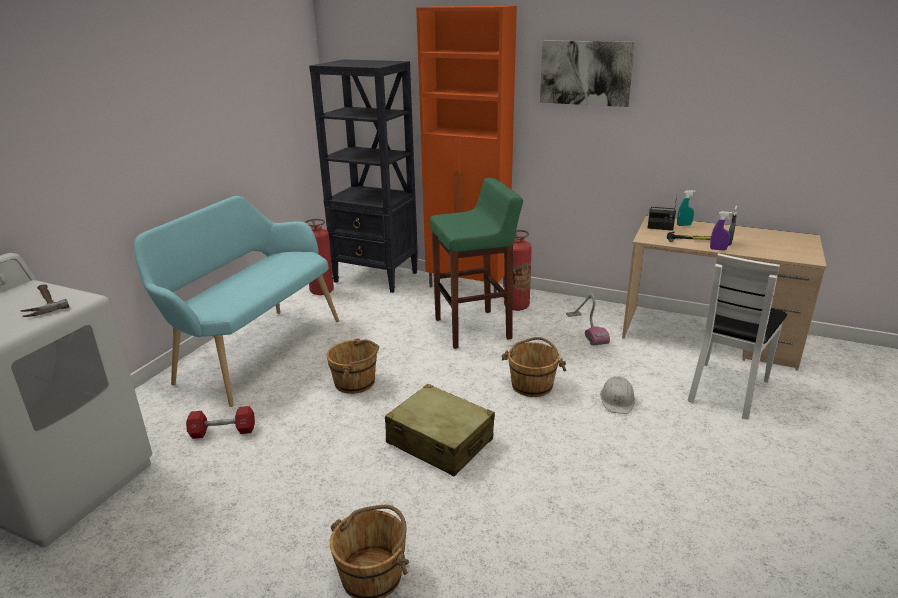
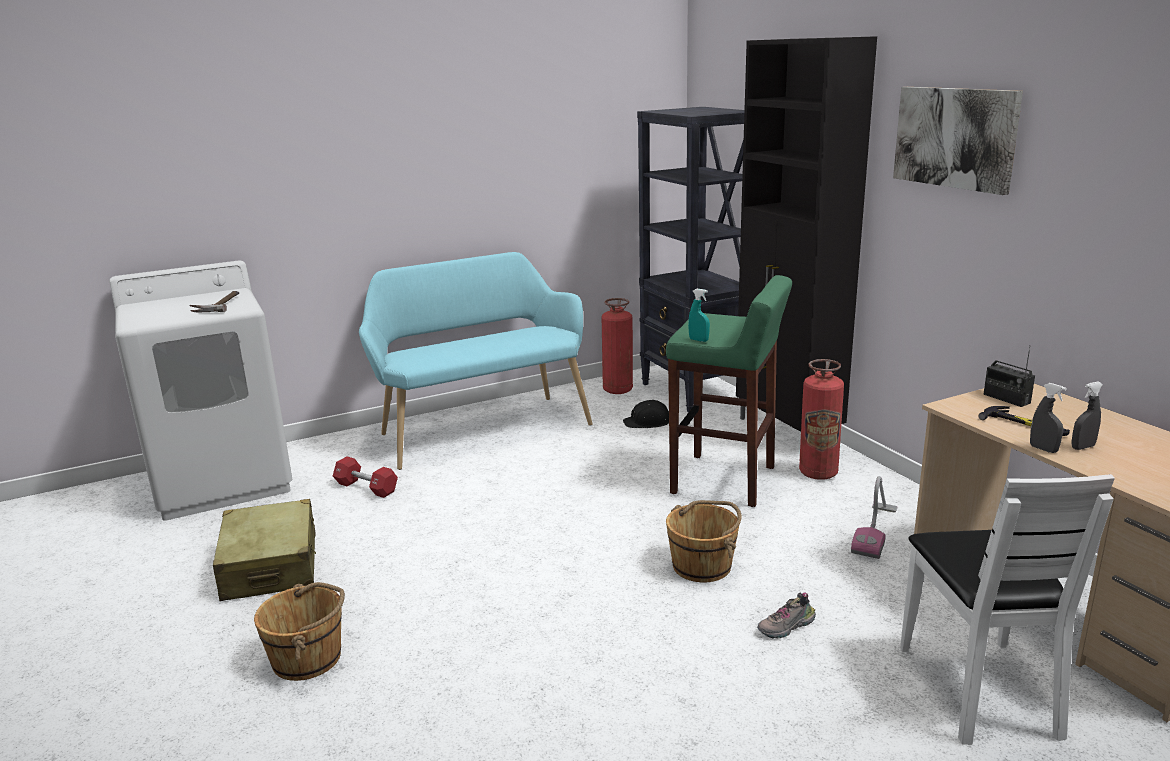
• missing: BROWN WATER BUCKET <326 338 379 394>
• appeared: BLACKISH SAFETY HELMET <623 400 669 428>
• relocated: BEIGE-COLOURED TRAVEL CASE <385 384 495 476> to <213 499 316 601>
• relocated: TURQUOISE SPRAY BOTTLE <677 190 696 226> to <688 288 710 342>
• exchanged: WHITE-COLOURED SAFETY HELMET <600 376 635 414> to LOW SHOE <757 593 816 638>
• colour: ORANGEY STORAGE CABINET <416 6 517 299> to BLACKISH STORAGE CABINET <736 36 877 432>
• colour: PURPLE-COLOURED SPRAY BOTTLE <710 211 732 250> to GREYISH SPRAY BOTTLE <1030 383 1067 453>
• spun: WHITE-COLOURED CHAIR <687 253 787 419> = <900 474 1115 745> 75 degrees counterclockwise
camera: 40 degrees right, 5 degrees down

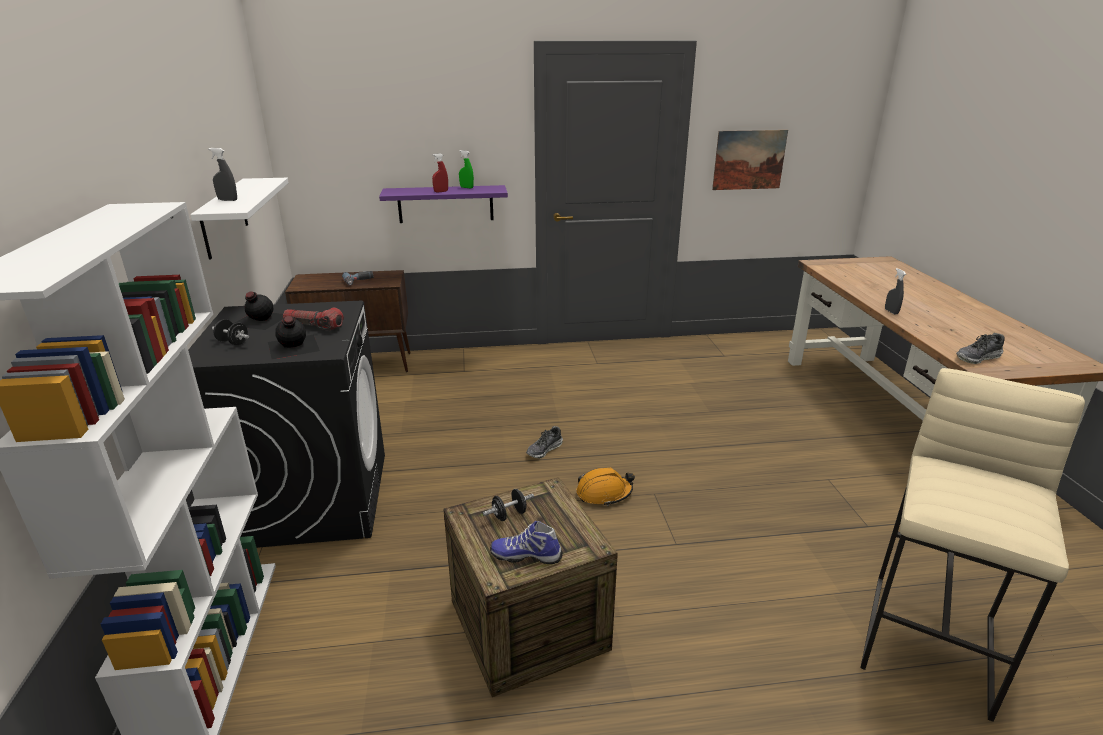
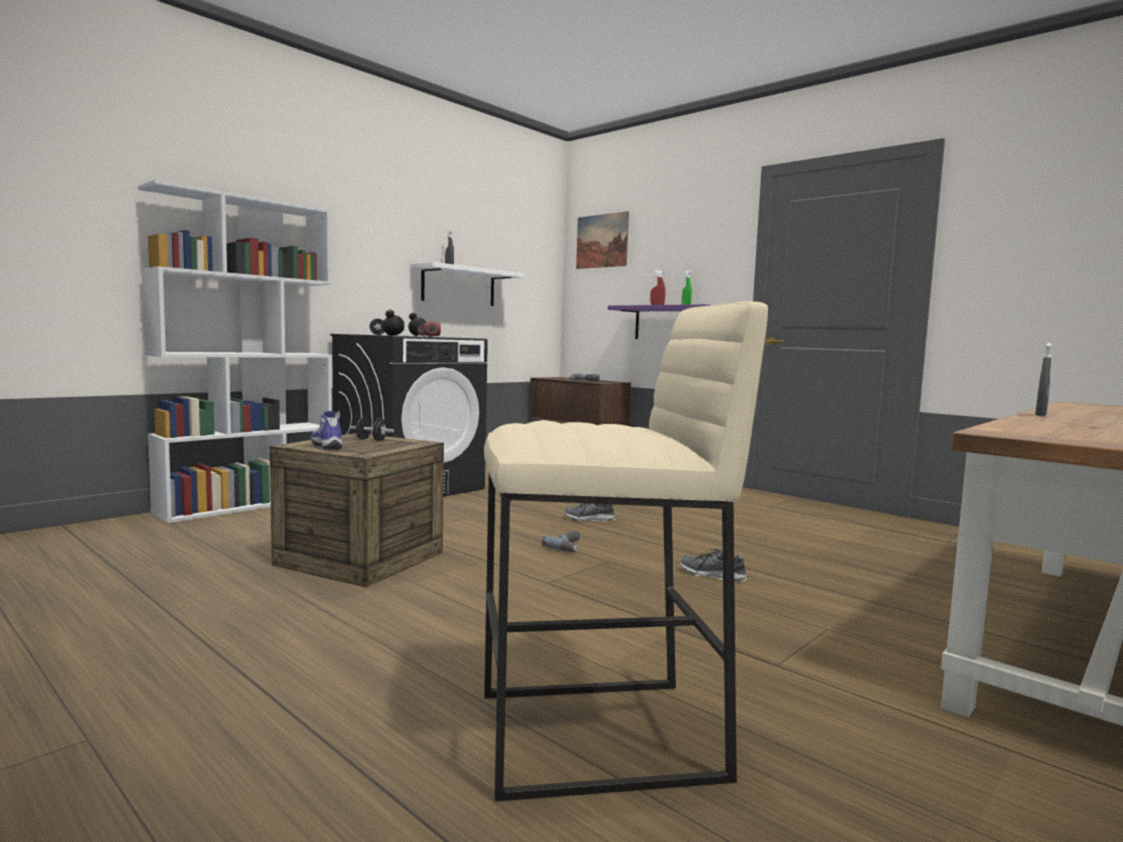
• relocated: WALL PICTURE <712 130 788 190> to <576 211 629 269>
• relocated: LOW SHOE <956 333 1005 364> to <680 549 747 582>
• exchanged: ORANGEY SAFETY HELMET <576 468 635 506> to DRILL <542 531 580 552>
camera: 50 degrees right, 20 degrees down

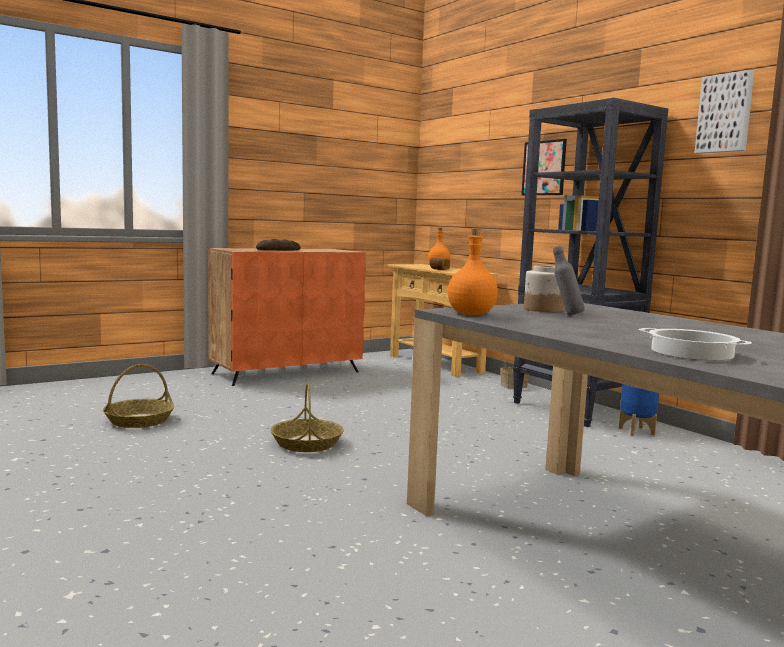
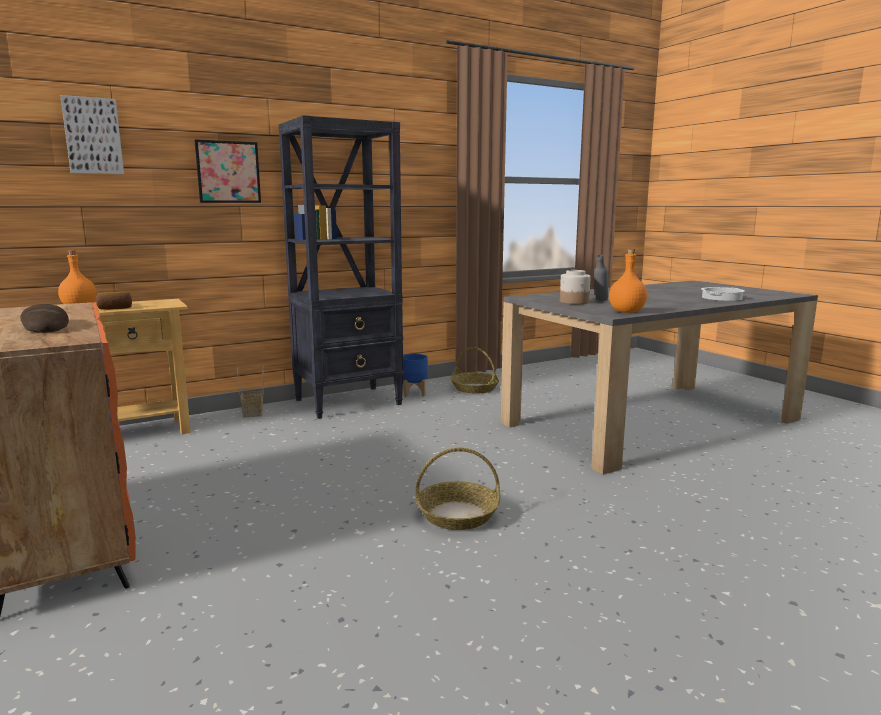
• relocated: STORAGE BASKET <103 364 174 428> to <451 347 500 394>
• relocated: WALL PICTURE <695 70 754 154> to <60 95 124 174>
camera: 85 degrees left, 5 degrees up

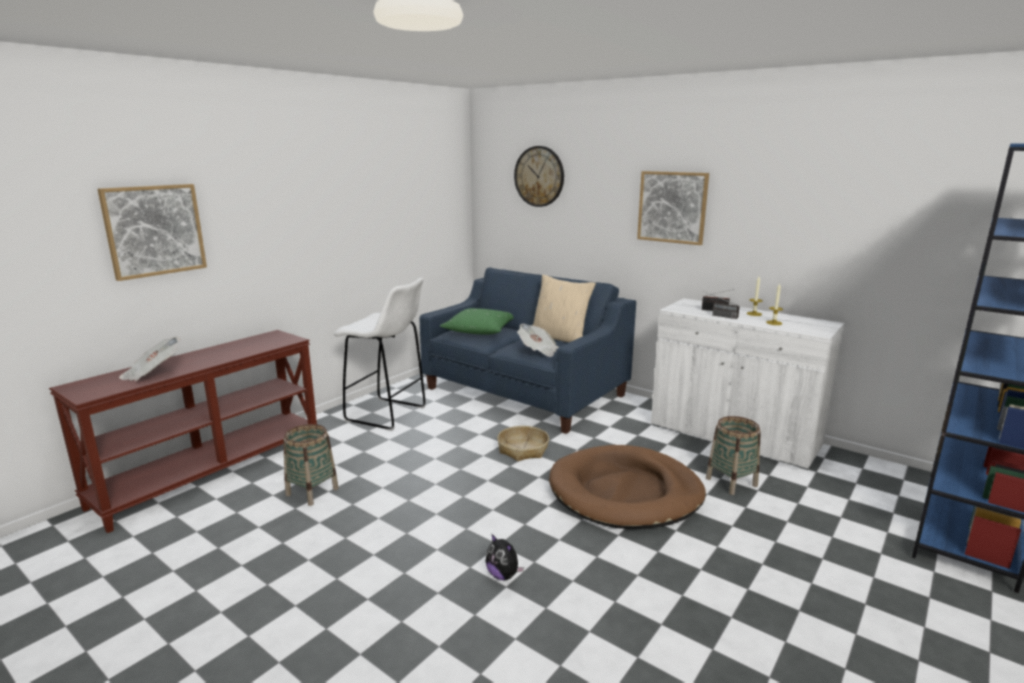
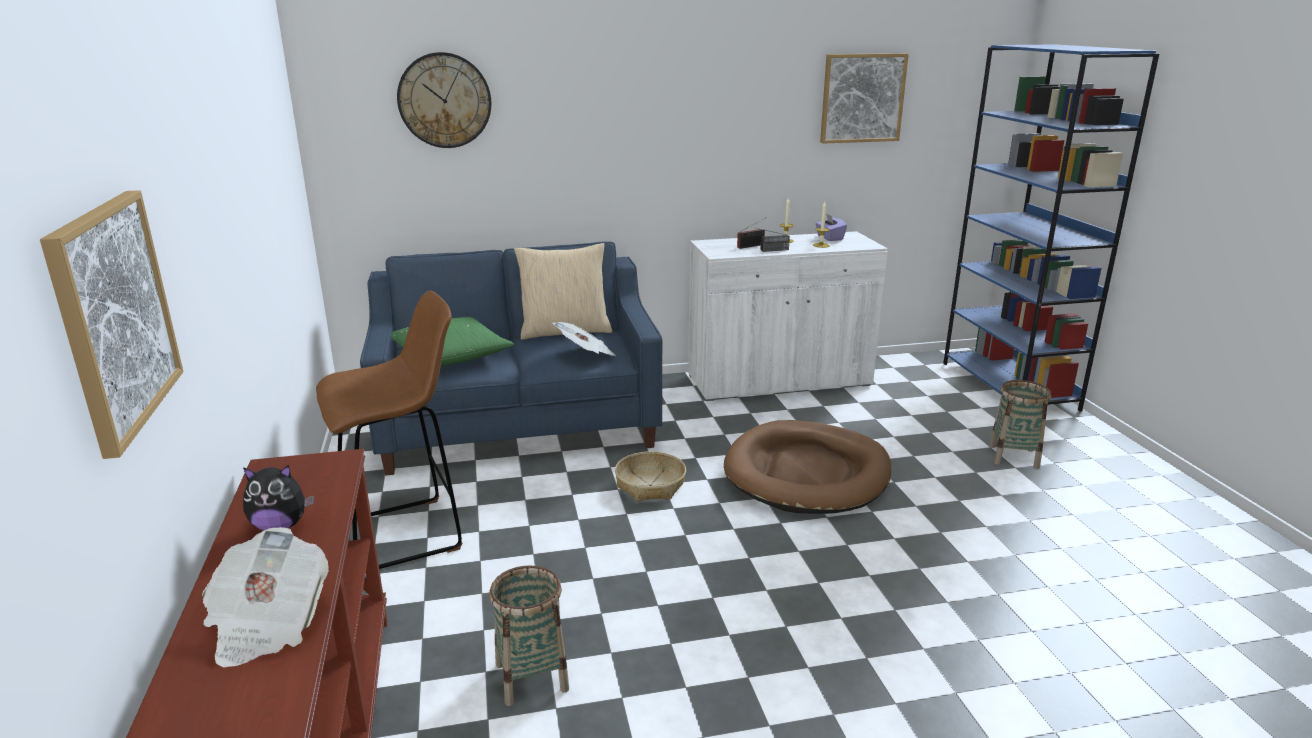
• appeared: PURPLE-COLOURED BOX OF TISSUES <816 213 847 241>
• relocated: PLUSH TOY <486 533 524 580> to <243 465 314 531>
• relocated: WALL PICTURE <637 171 709 245> to <820 53 909 144>
• relocated: STORAGE BASKET <706 416 761 495> to <989 380 1051 469>
• colour: WHITE-COLOURED STOOL SEAT <334 277 426 431> to BROWN STOOL SEAT <316 290 462 569>
camera: 50 degrees left, 5 degrees up

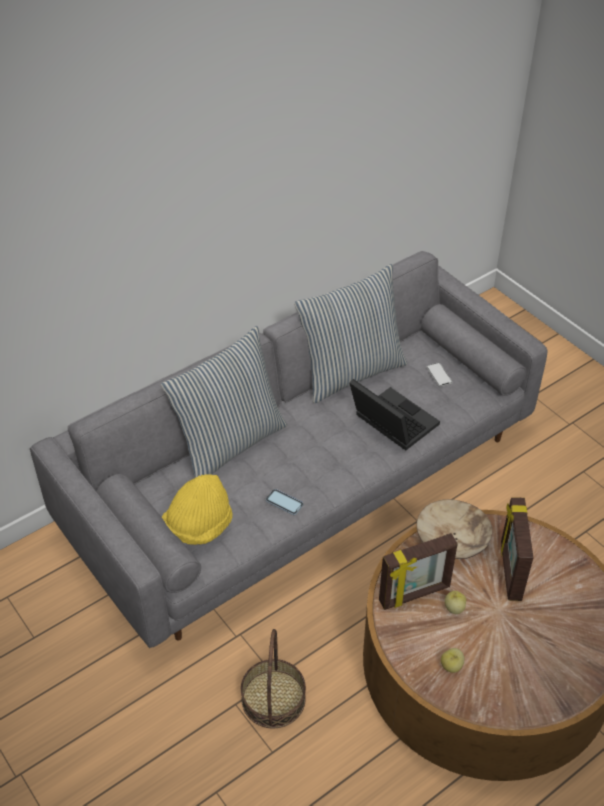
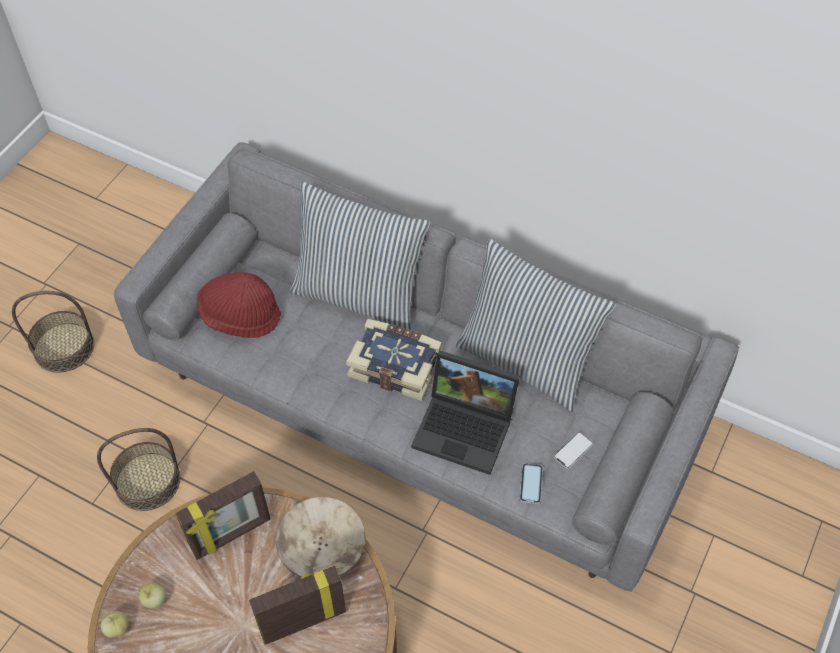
• appeared: STORAGE BASKET <12 291 94 373>
• appeared: BOOK <346 319 443 401>
• relocated: HANDSET <266 489 303 515> to <519 463 543 504>
• relocated: WHOLE APPLE <445 591 466 614> to <101 611 129 638>
• colour: YELLOW-COLOURED WEARABLE HAT <162 474 233 545> to RED-COLOURED WEARABLE HAT <197 272 281 338>
• spun: NOTEBOOK COMPUTER <349 379 440 450> = <411 350 520 475> 90 degrees clockwise
• spun: STANDING FRAME <379 533 458 610> = <175 471 271 560> 75 degrees counterclockwise
camera: 65 degrees right, 10 degrees up

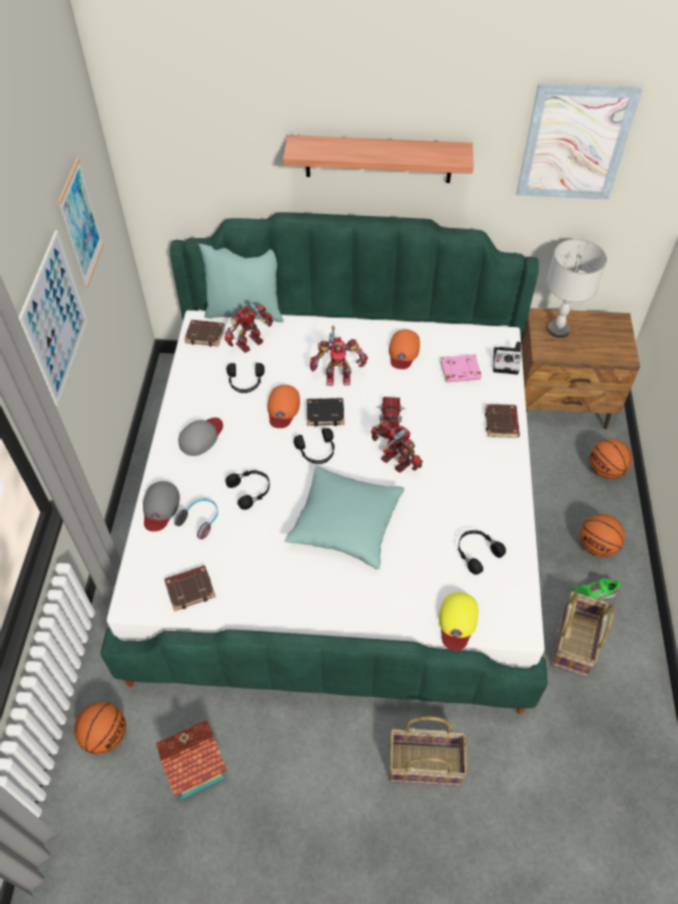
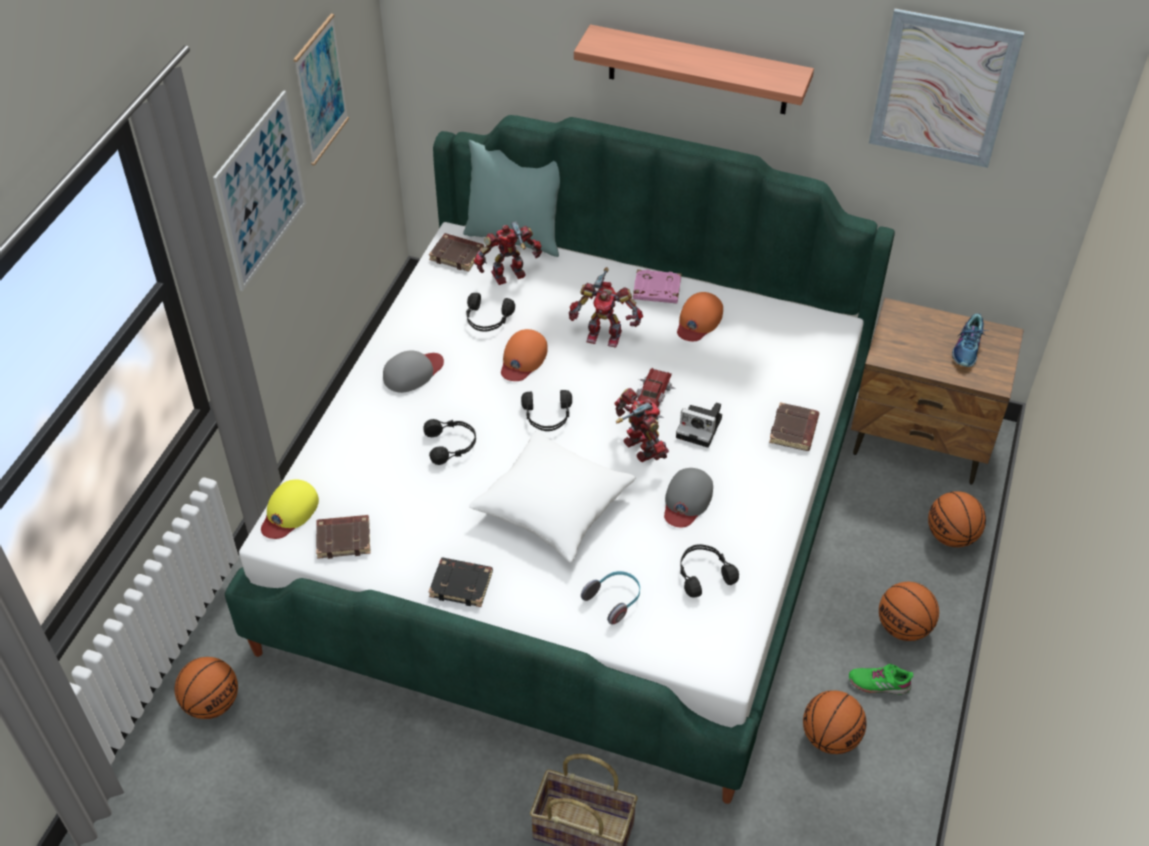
• missing: MINIATURE HOUSE <156 720 227 800>
• missing: GREYISH TABLE LAMP <546 239 607 338>
• appeared: LOW SHOE <952 313 986 367>
• relocated: GREYISH CAP <143 481 180 532> to <664 468 713 527>
• relocated: HEADPHONES <174 499 218 540> to <581 571 640 625>
• relocated: BLACKISH BOOK <307 398 344 426> to <429 557 493 607>
• relocated: YELLOW-COLOURED CAP <439 592 478 651> to <261 480 319 539>
• relocated: PINK BOOK <440 354 481 383> to <633 269 681 303>
• relocated: PHOTO CAMERA <493 342 522 375> to <676 402 722 447>
• exchanged: STORAGE BASKET <551 592 614 677> to BALL FOR BASKETBALL <803 691 867 754>
• colour: TURQUOISE PILLOW <285 466 404 570> to WHITE-COLOURED PILLOW <469 430 635 563>
camera: 15 degrees right, 5 degrees down

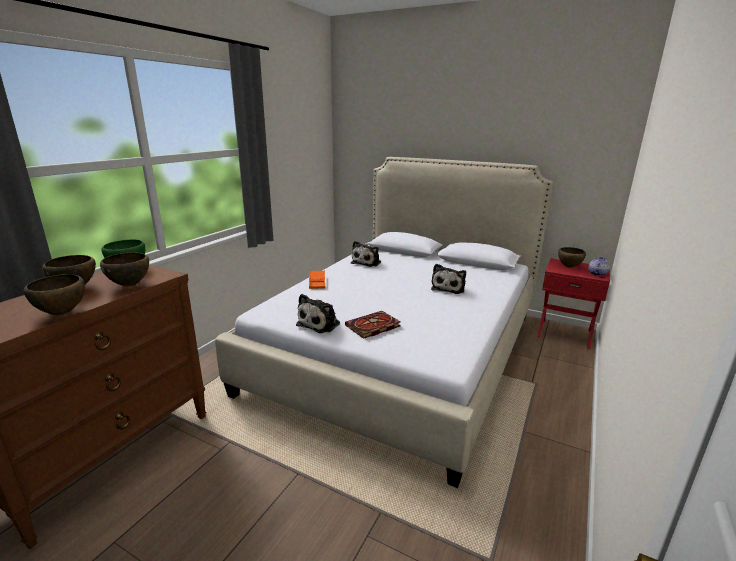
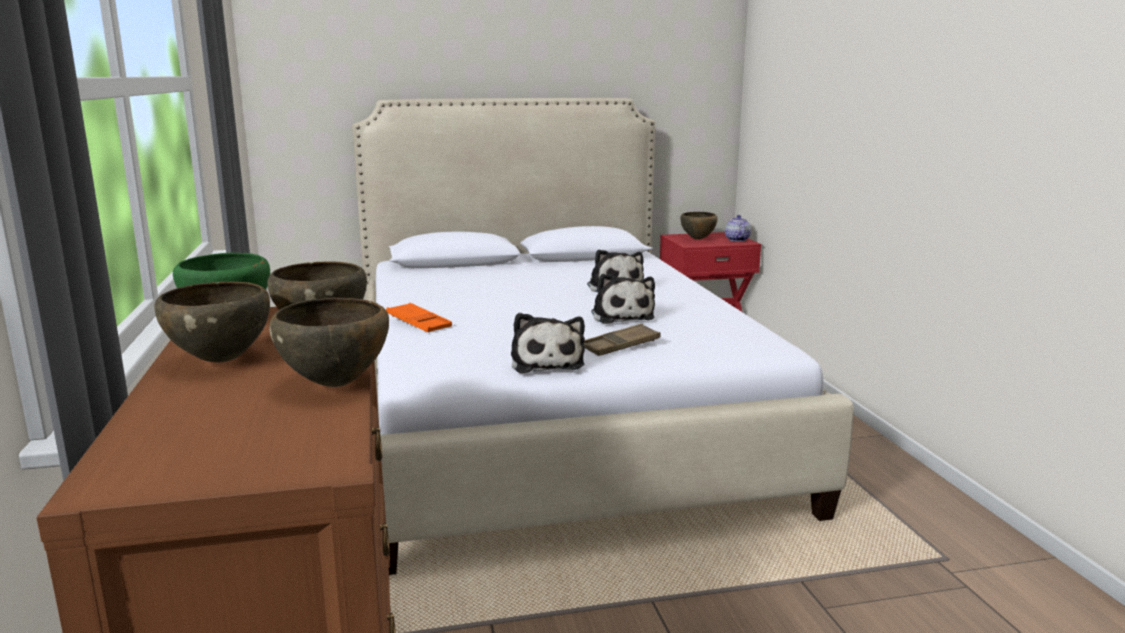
• relocated: PLUSH TOY <351 241 381 267> to <591 273 655 324>
• exchanged: BOOK <345 311 401 339> to BROWN SERVING TRAY <584 324 660 356>
camera: 40 degrees left, 5 degrees down

